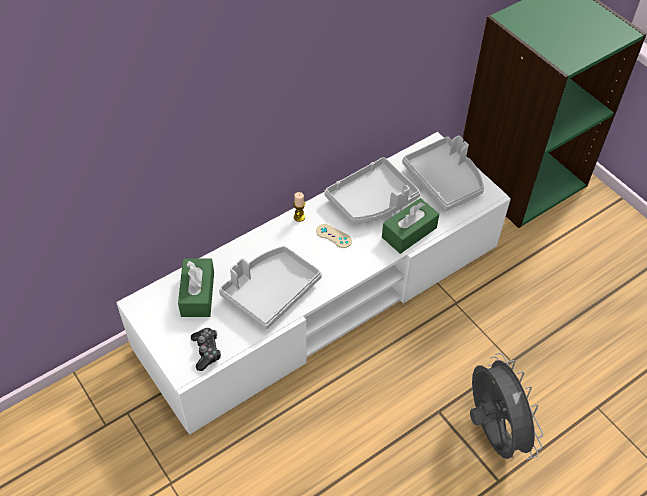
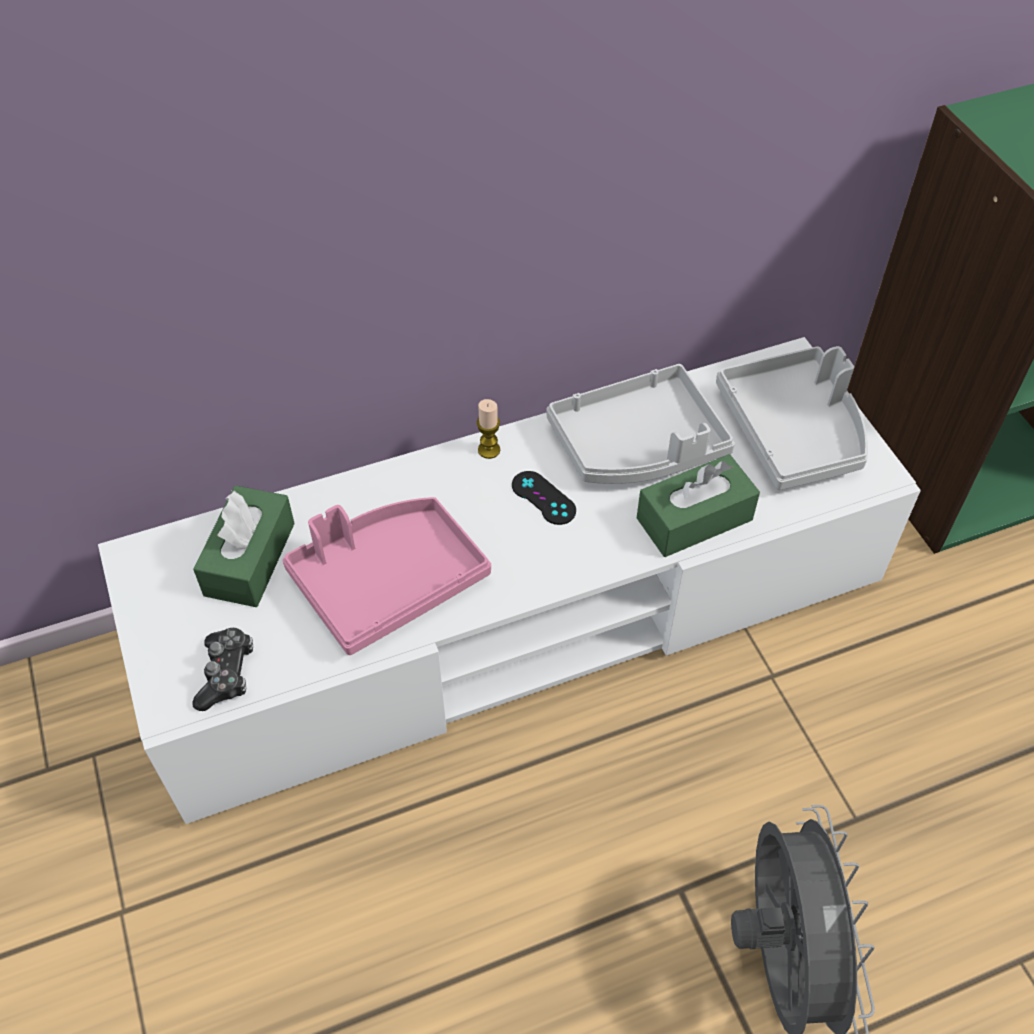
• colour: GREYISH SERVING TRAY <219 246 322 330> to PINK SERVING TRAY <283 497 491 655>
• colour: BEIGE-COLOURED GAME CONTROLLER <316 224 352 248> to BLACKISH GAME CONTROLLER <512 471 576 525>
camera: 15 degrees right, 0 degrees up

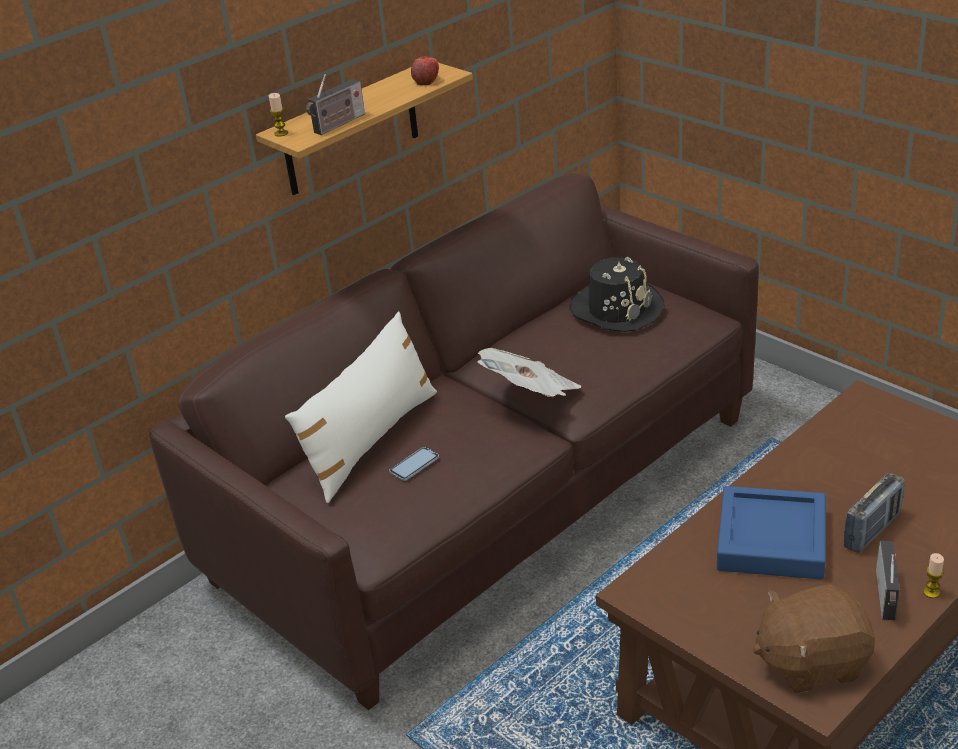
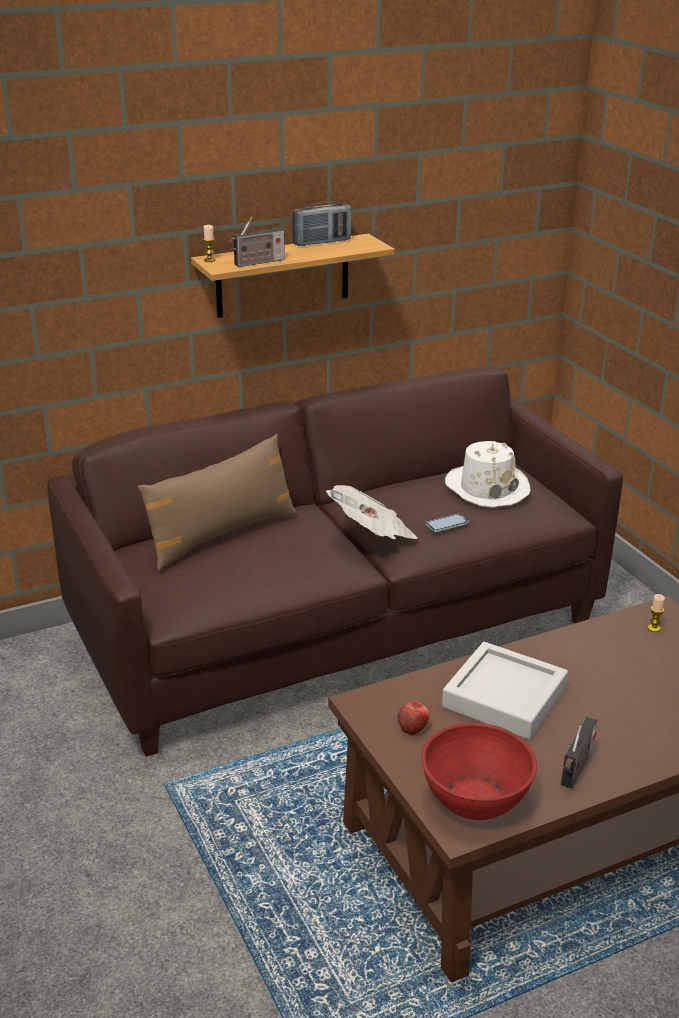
• relocated: HANDSET <389 447 439 481> to <425 514 469 532>
• relocated: WHOLE APPLE <411 57 439 85> to <398 701 430 735>
• relocated: RADIO <844 473 905 553> to <292 201 352 246>
• relocated: WAX CANDLE <923 553 944 598> to <648 594 665 632>
• exchanged: BROWN PLUSH TOY <753 585 875 694> to RED-COLOURED SERVING BOWL <421 722 537 820>
• colour: WHITE-COLOURED PILLOW <285 311 437 503> to BROWN PILLOW <137 434 297 571>
• colour: BLACKISH WEARABLE HAT <569 257 665 332> to WHITE-COLOURED WEARABLE HAT <445 441 531 507>
• colour: BLUE SERVING TRAY <717 486 826 580> to GREYISH SERVING TRAY <442 642 568 739>
camera: 15 degrees right, 5 degrees down

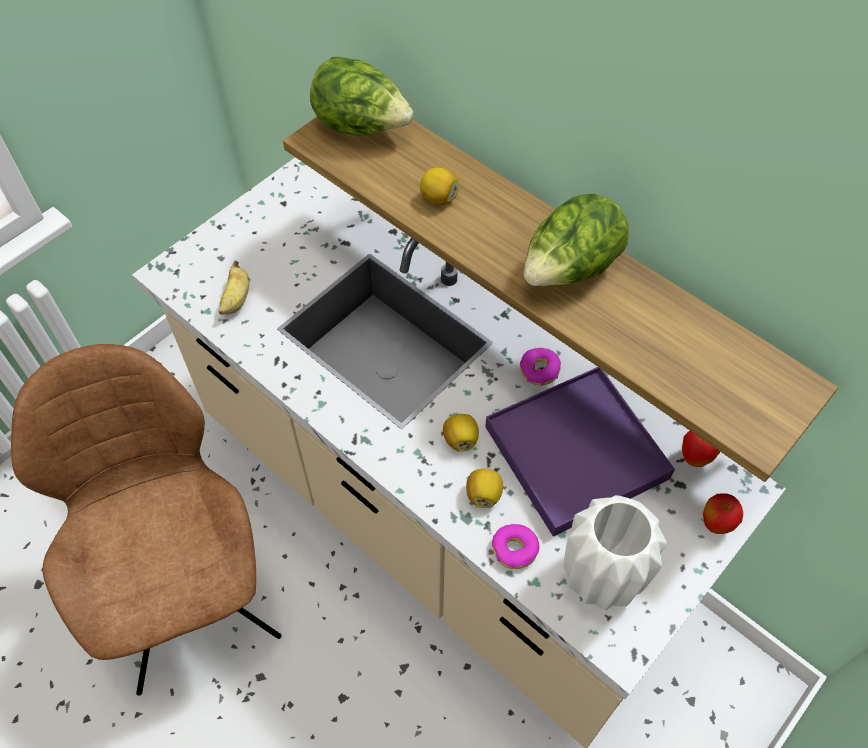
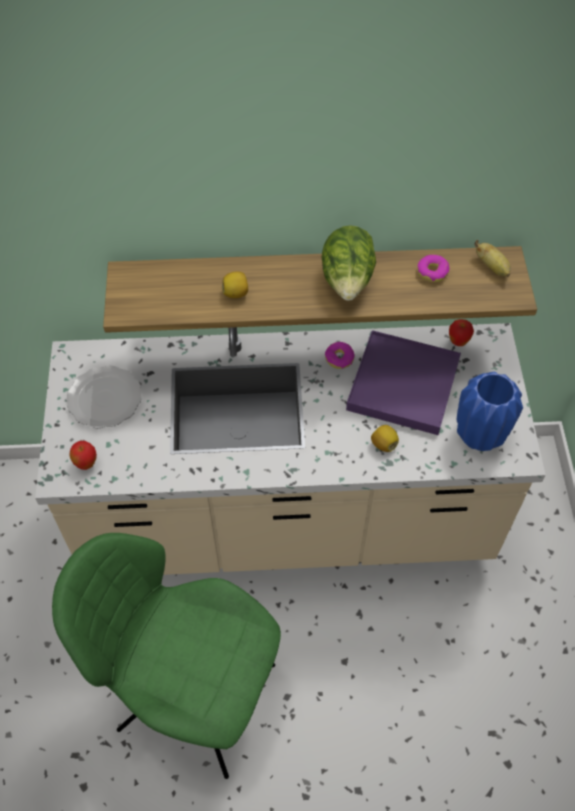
• missing: HEAD OF LETTUCE <310 57 413 135>
• missing: WHOLE LEMON <443 414 479 452>
• appeared: PLATE <67 365 142 428>
• relocated: BANANA FRUIT <218 260 249 315> to <474 240 511 277>
• relocated: RING DOUGHNUT <492 524 540 569> to <417 254 449 283>
• relocated: WHOLE APPLE <703 493 743 534> to <69 441 97 470>
• colour: BROWN CHAIR <11 344 282 696> to GREEN-COLOURED CHAIR <52 533 281 779>
• colour: WHITE-COLOURED DECORATIVE VASE <564 495 667 610> to BLUE DECORATIVE VASE <457 372 523 451>
camera: 45 degrees left, 0 degrees up

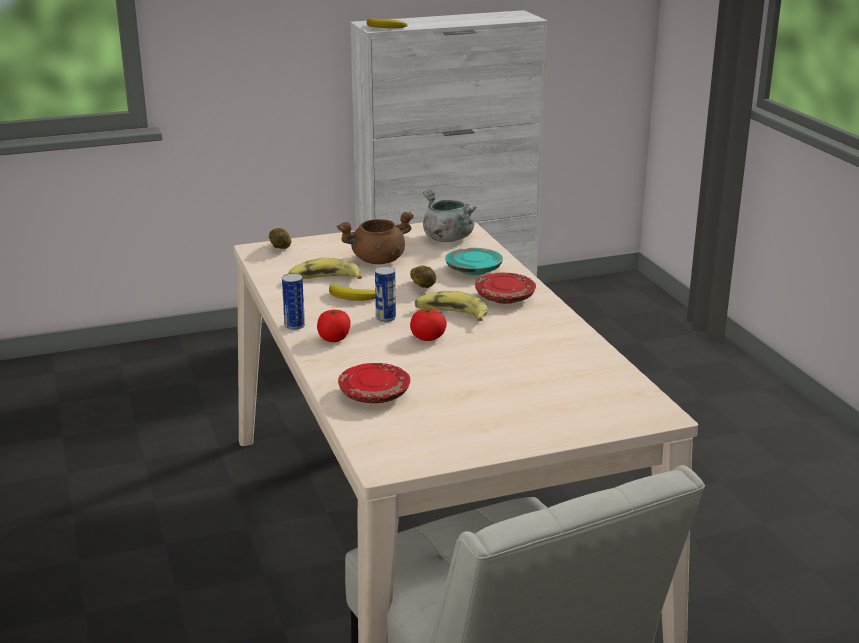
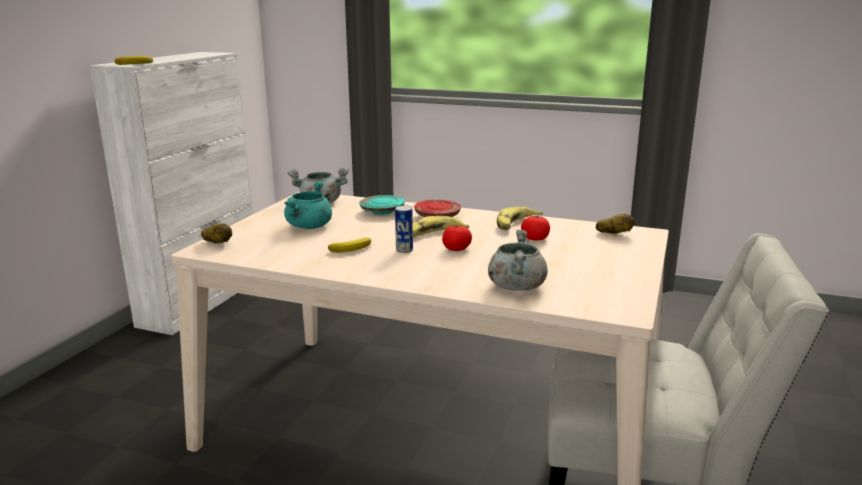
• missing: CAN <282 273 305 330>
• relocated: BANANA FRUIT <288 258 362 279> to <497 206 543 230>
• relocated: TOMATO <317 310 350 342> to <521 216 550 241>
• relocated: WHOLE POTATO <410 266 436 288> to <596 214 635 234>
• exchanged: RED-COLOURED PLATE <338 363 410 403> to GREYISH STOCKPOT <488 230 548 291>
• colour: BROWN STOCKPOT <337 212 414 264> to TURQUOISE STOCKPOT <284 181 332 229>
camera: 50 degrees left, 5 degrees down

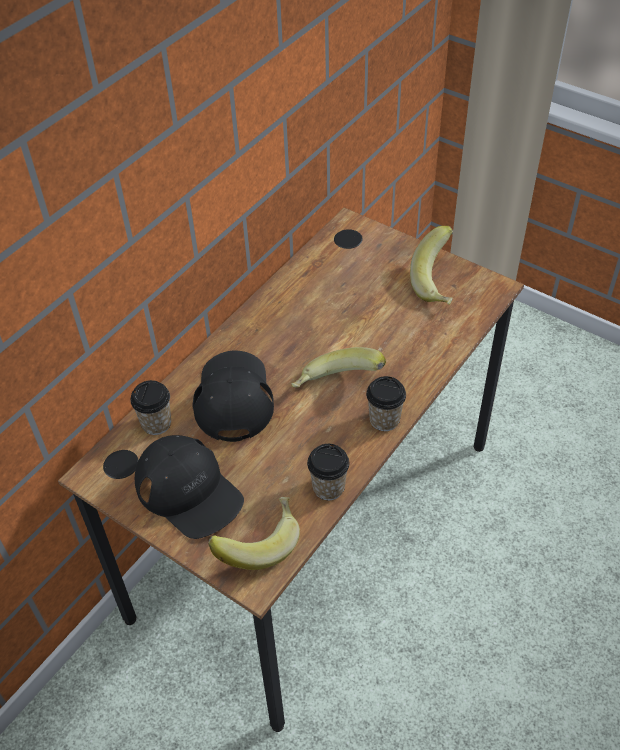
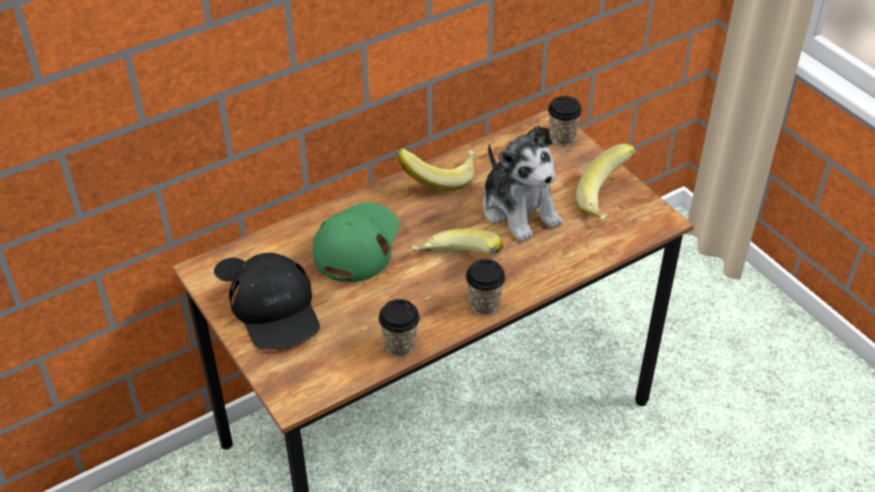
• appeared: PLUSH TOY <483 125 562 242>
• relocated: DRINKING CUP <130 380 171 435> to <548 96 582 146>
• relocated: BANANA FRUIT <208 497 300 570> to <398 149 476 191>
• colour: BLACKISH CAP <193 351 274 442> to GREEN-COLOURED CAP <313 202 399 283>
camera: 20 degrees right, 5 degrees down

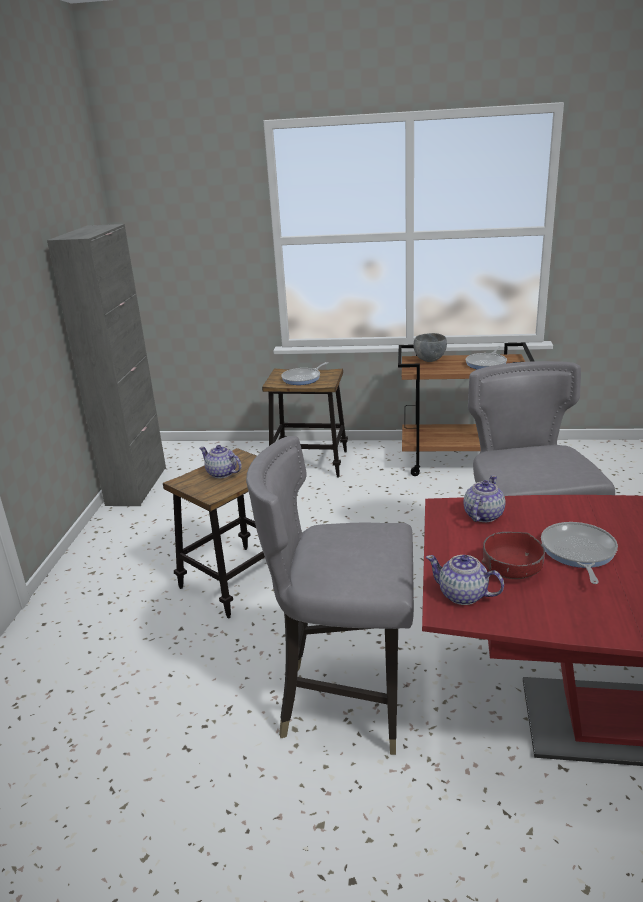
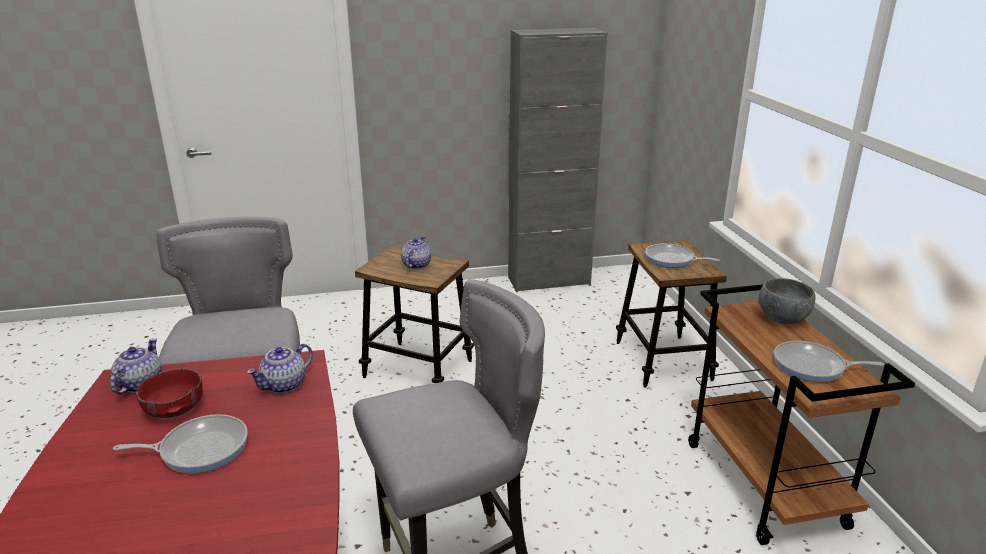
• spun: TEA POT <464 475 505 522> = <247 344 313 393> 120 degrees clockwise
camera: 70 degrees right, 0 degrees up

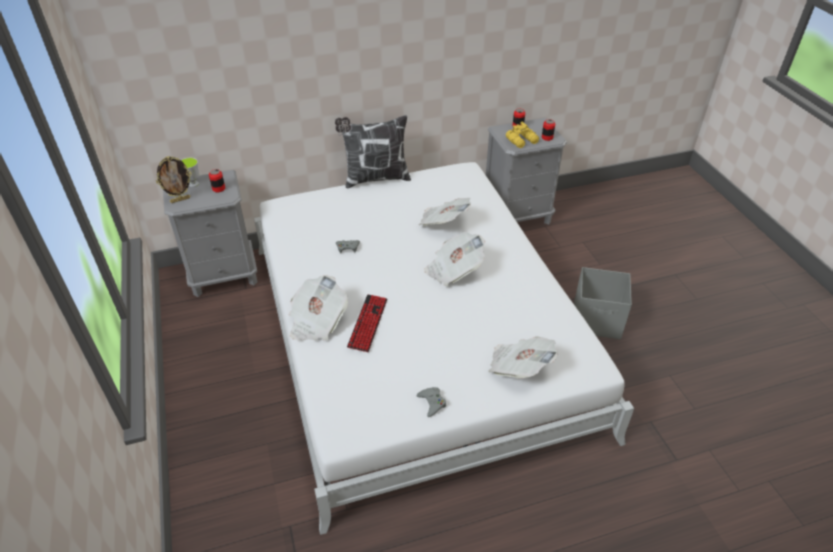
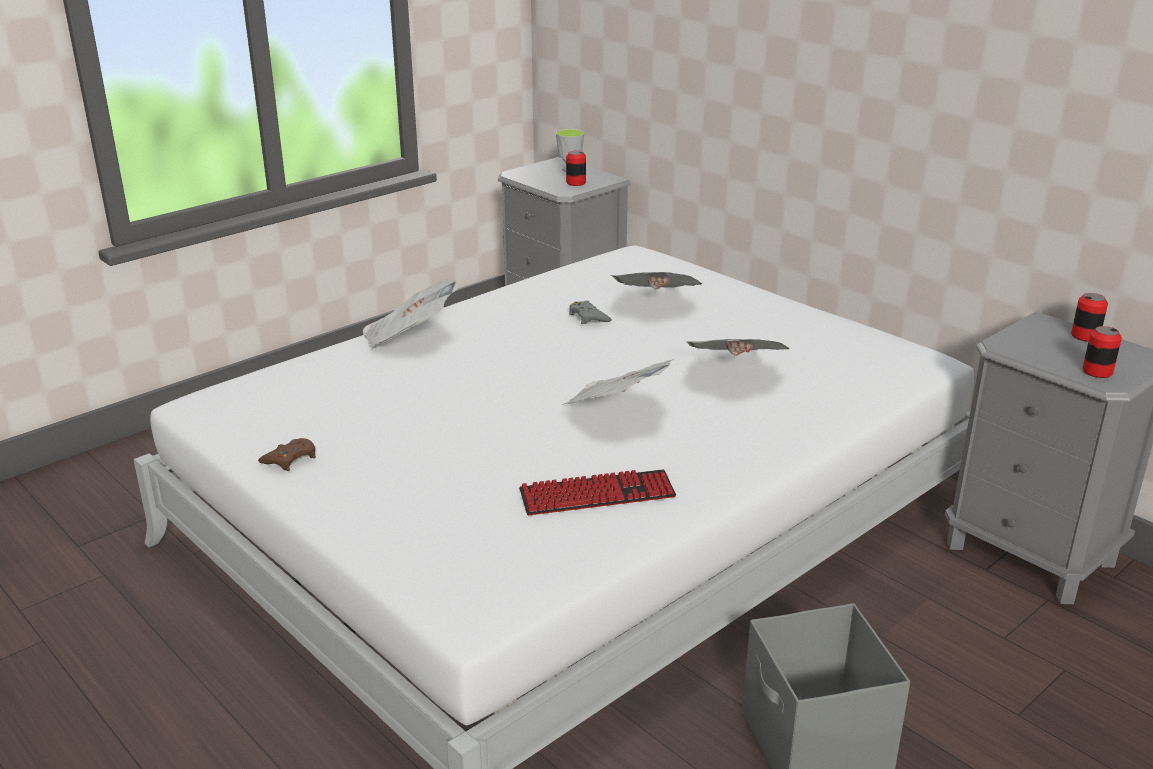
• missing: STANDING FRAME <156 156 192 203>
• missing: PILLOW <335 115 411 188>
• missing: YELLOW-COLOURED FIELD GLASSES <506 122 539 148>
• relocated: COMPUTER KEYBOARD <347 295 387 352> to <519 469 676 516>
• relocated: DAILY PAPER <489 336 558 378> to <609 272 702 289>
• colour: GREYISH GAME CONTROLLER <416 387 446 417> to BROWN GAME CONTROLLER <258 438 316 471>
camera: 65 degrees right, 15 degrees down

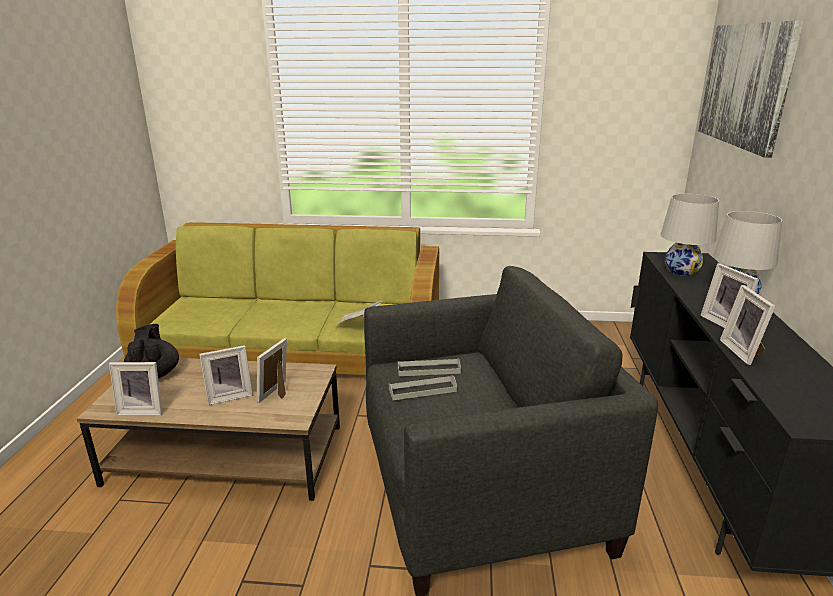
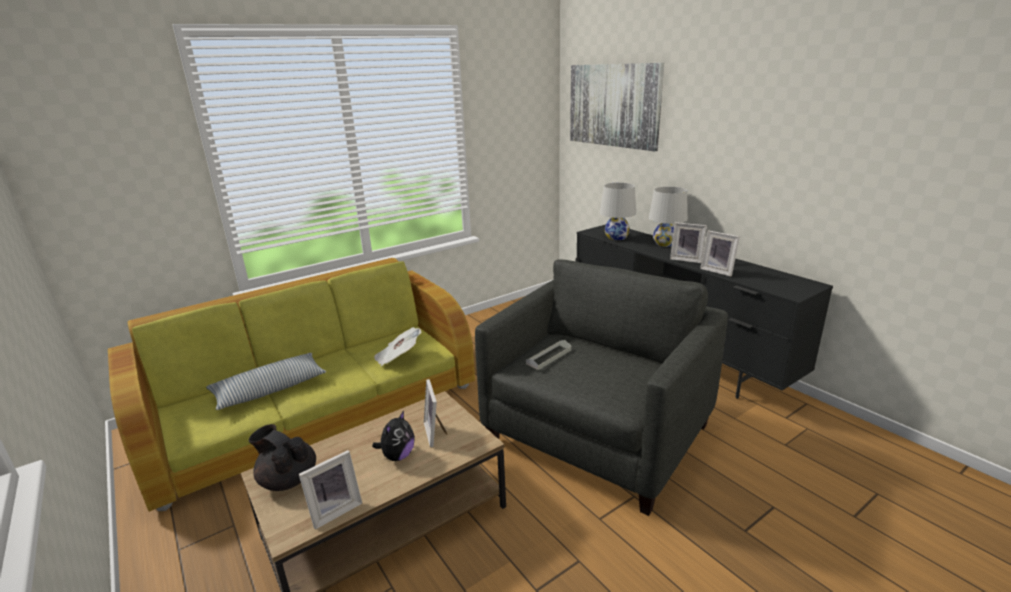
• missing: GREYISH SERVING TRAY <389 375 457 400>
• appeared: PILLOW <206 353 326 410>
• exchanged: STANDING FRAME <199 345 253 405> to PLUSH TOY <372 410 415 461>
camera: 40 degrees left, 0 degrees up

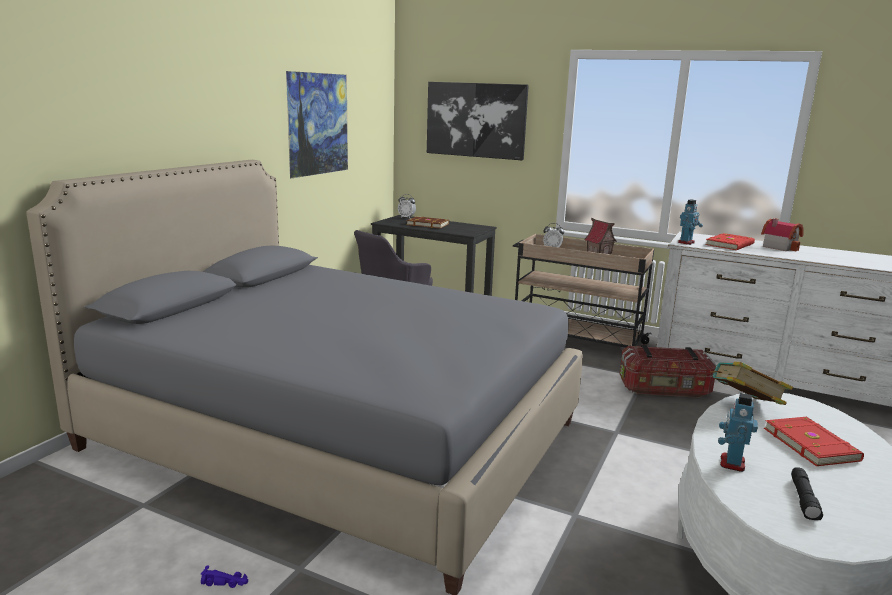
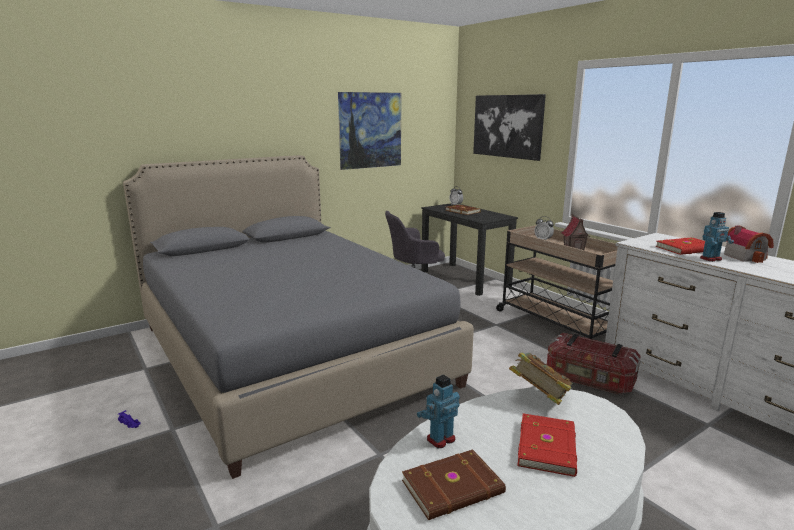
• relocated: ROBOT FIGURE <678 199 703 245> to <700 212 734 262>
• exchanged: BLACKISH TORCH <791 467 823 520> to BROWN BOOK <402 449 506 520>
camera: 30 degrees right, 0 degrees up

